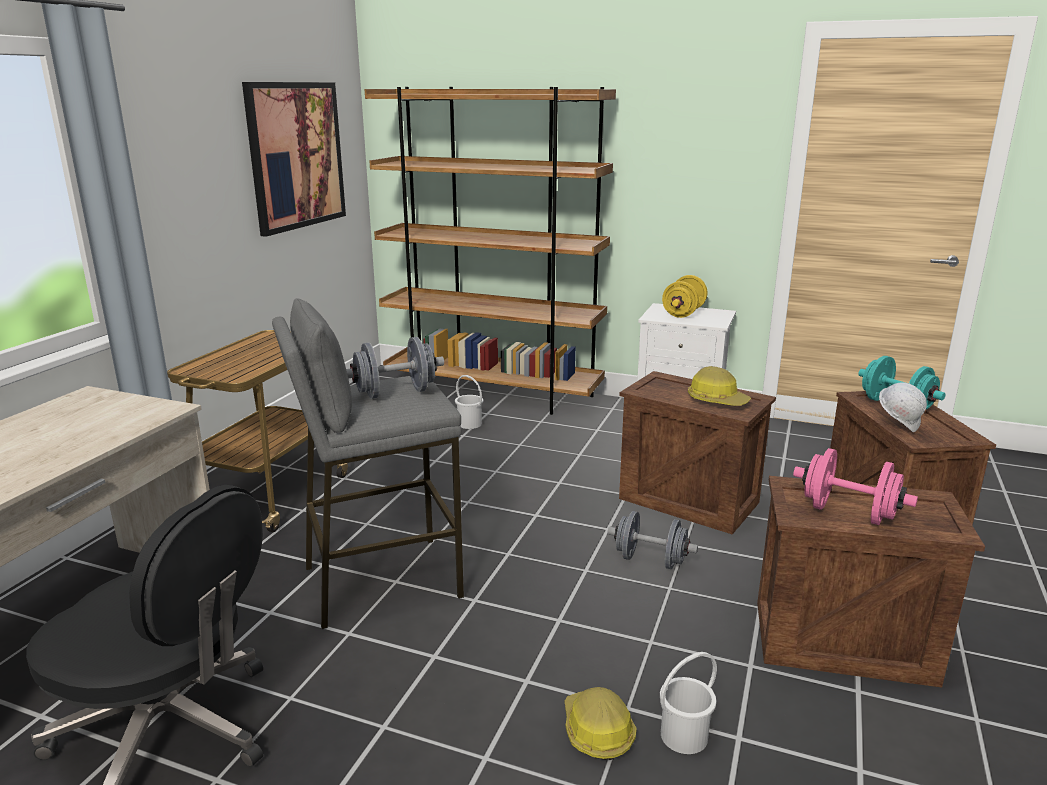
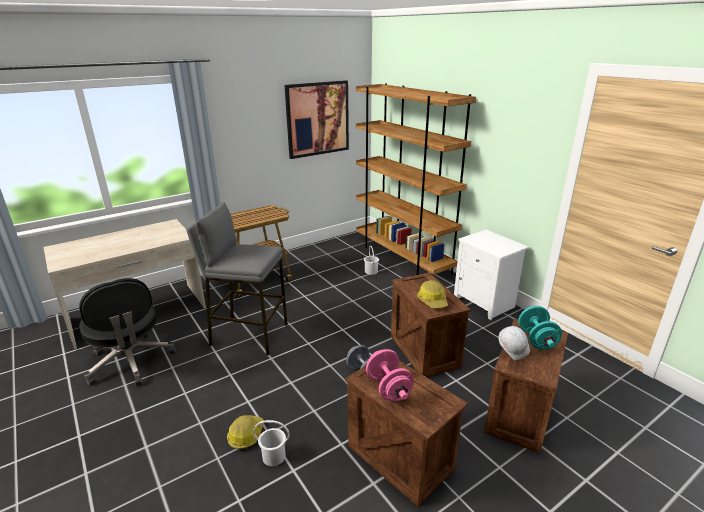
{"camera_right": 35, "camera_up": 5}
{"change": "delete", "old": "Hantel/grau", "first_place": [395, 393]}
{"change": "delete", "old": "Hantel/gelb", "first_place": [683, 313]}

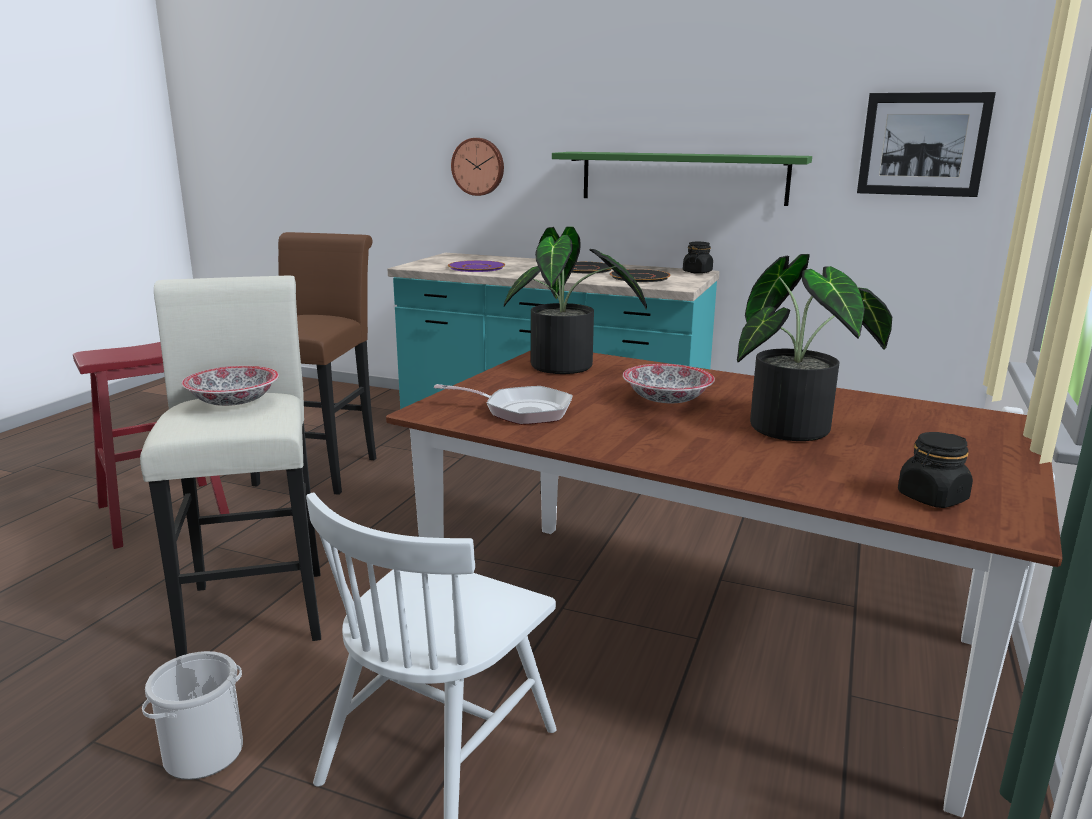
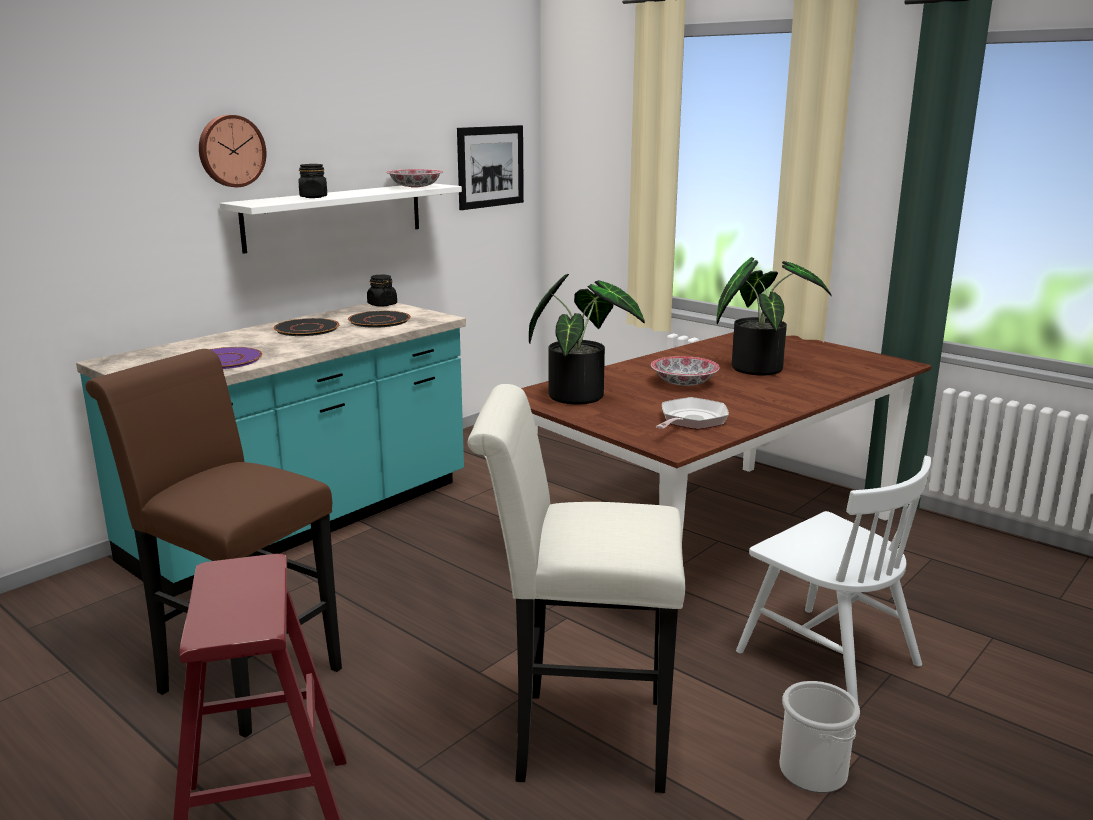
{"camera_right": -70, "camera_up": 0}
{"change": "move", "old": "Schüssel", "first_place": [234, 401], "second_place": [415, 187]}
{"change": "move", "old": "Wanduhr", "first_place": [478, 166], "second_place": [231, 151]}
{"change": "recolor", "old": "Wandregal/grün", "new": "Wandregal/weiß", "first_place": [683, 177], "second_place": [335, 216]}
{"change": "move", "old": "Vorratsglas/schwarz", "first_place": [932, 498], "second_place": [313, 197]}

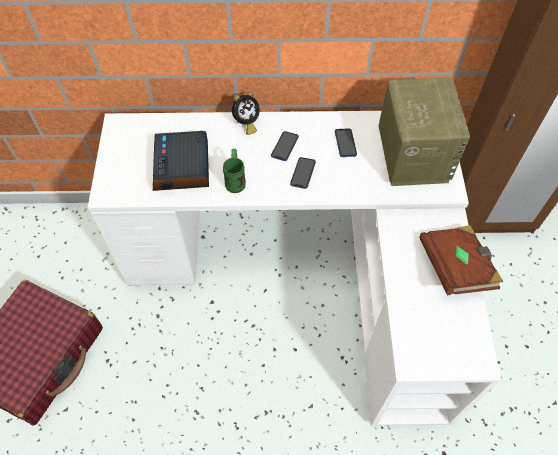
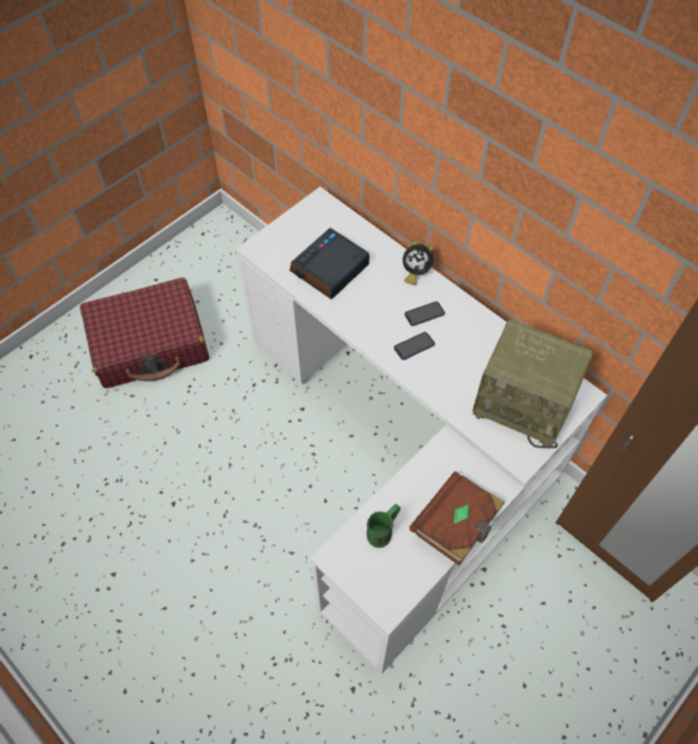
{"camera_right": 45, "camera_up": 0}
{"change": "move", "old": "Henkelbecher/grün", "first_place": [235, 180], "second_place": [383, 531]}
{"change": "delete", "old": "Handy", "first_place": [345, 143]}
{"change": "rotate", "old": "Radio", "first_place": [411, 154], "second_place": [524, 404], "degrees": 75}

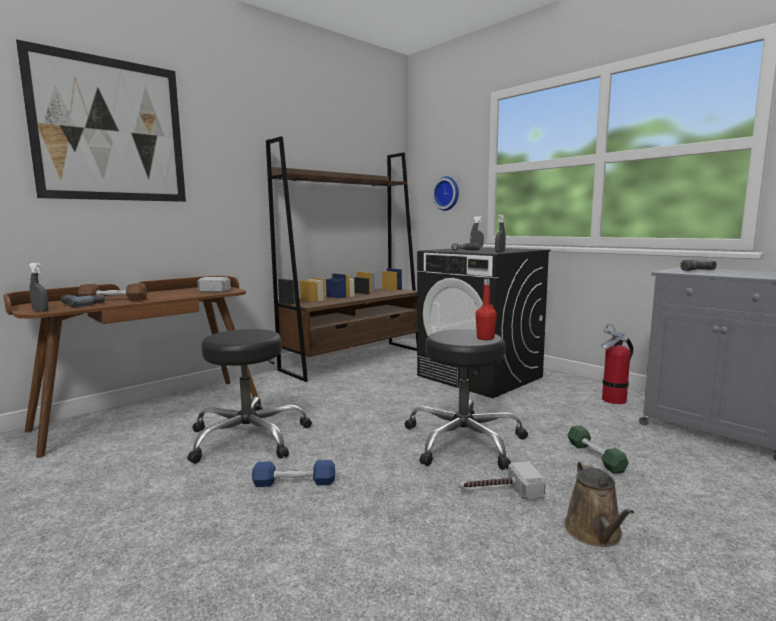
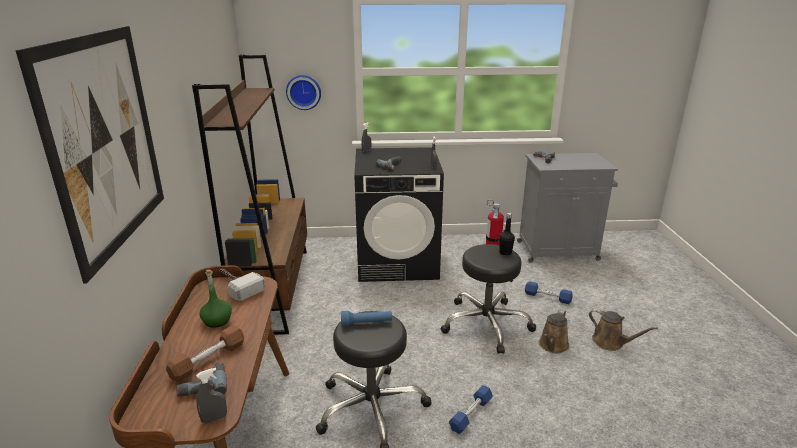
{"camera_right": -50, "camera_up": 15}
{"change": "replace", "old": "Hammer", "new": "Gießkanne/braun", "first_place": [498, 491], "second_place": [552, 346]}
{"change": "recolor", "old": "Flasche/rot", "new": "Flasche/schwarz", "first_place": [485, 338], "second_place": [505, 253]}
{"change": "recolor", "old": "Hantel/grün", "new": "Hantel/blau", "first_place": [595, 456], "second_place": [547, 297]}
{"change": "insert", "new": "Flasche/grün", "second_place": [217, 321]}
{"change": "insert", "new": "Taschenlampe/blau", "second_place": [366, 323]}

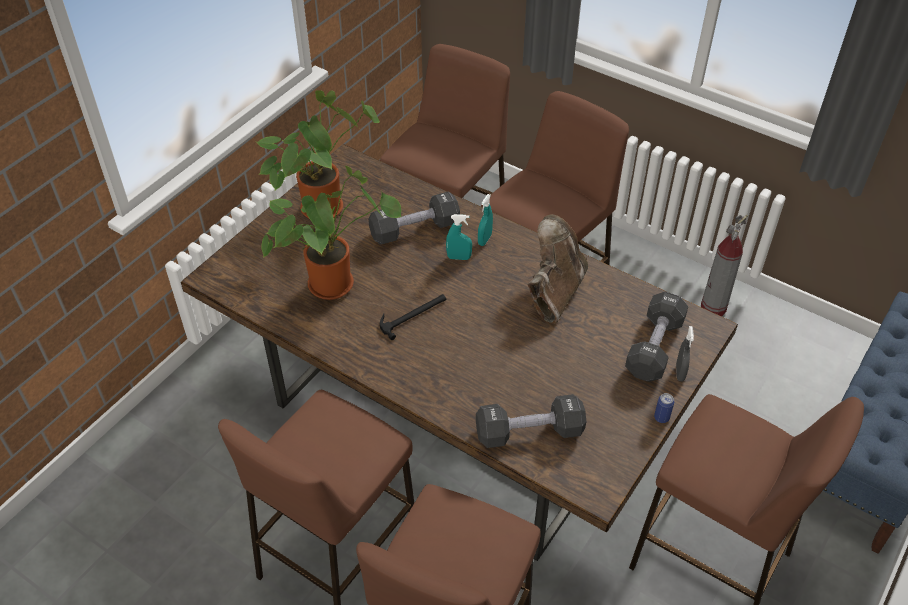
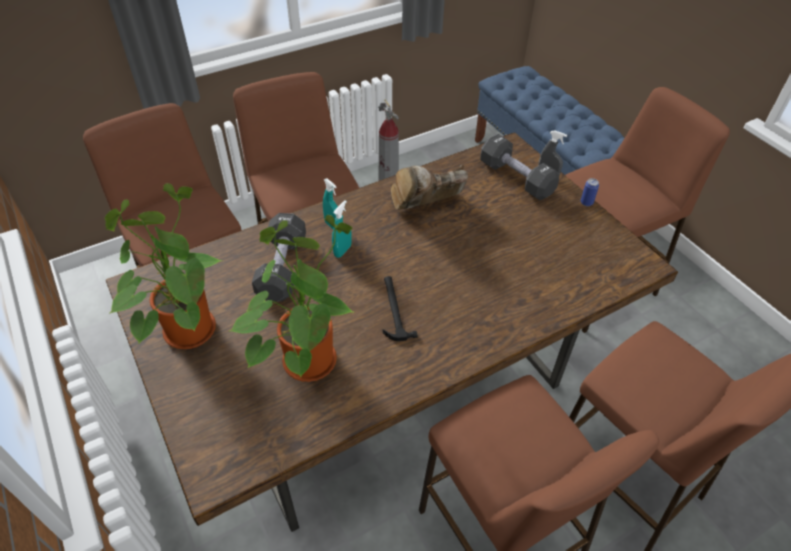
{"camera_right": -65, "camera_up": 0}
{"change": "delete", "old": "Hantel/schwarz", "first_place": [529, 432]}
{"change": "rotate", "old": "Stiefel/braun", "first_place": [554, 292], "second_place": [426, 208], "degrees": -75}

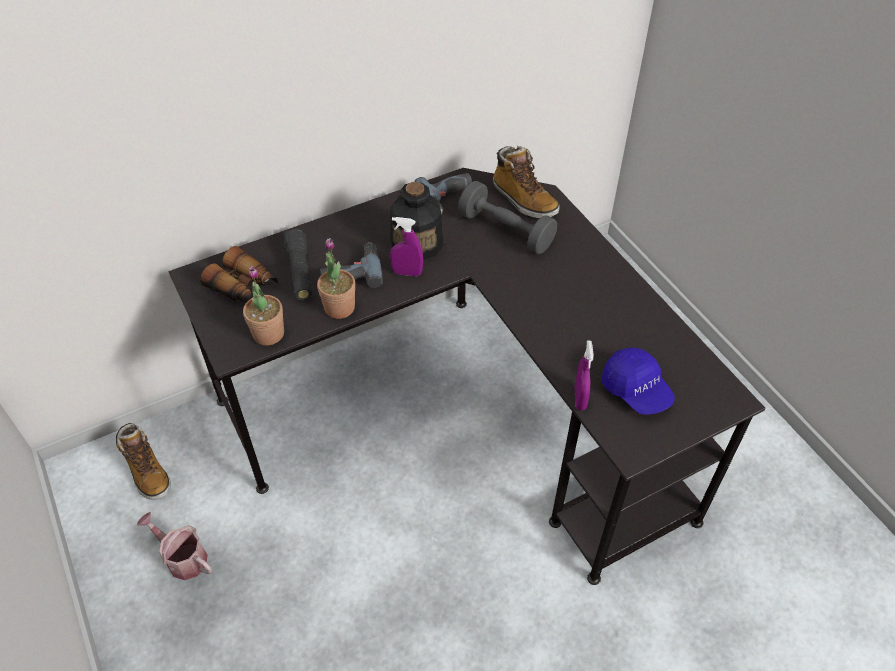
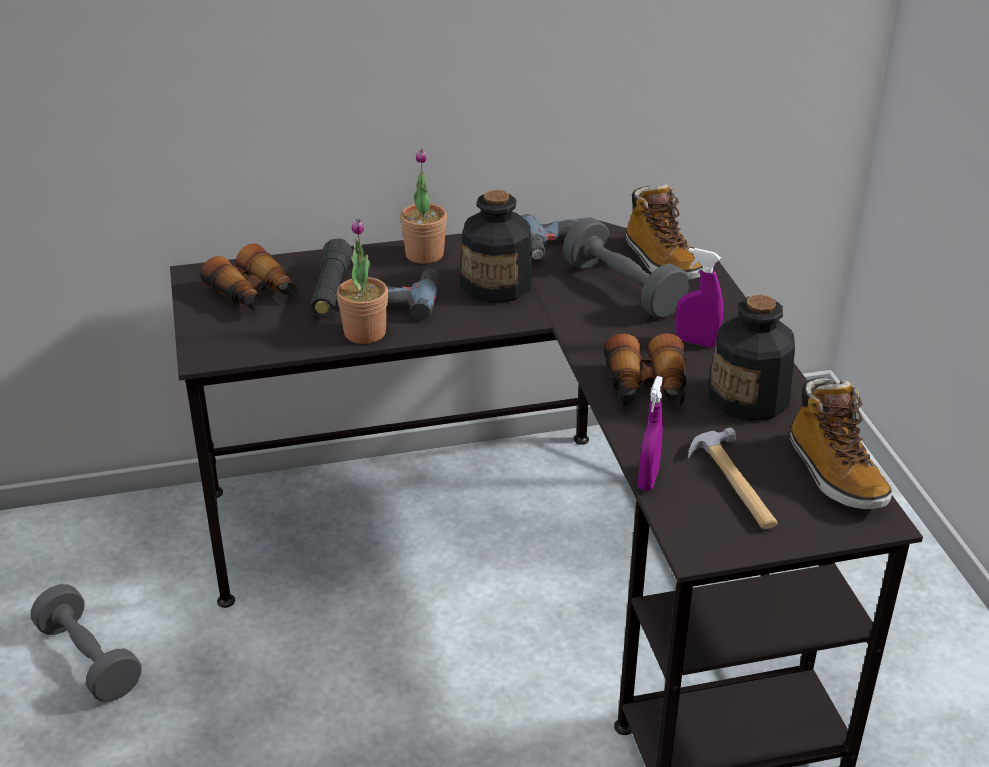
{"camera_right": 15, "camera_up": -15}
{"change": "move", "old": "Stiefel", "first_place": [147, 472], "second_place": [834, 474]}
{"change": "replace", "old": "Gießkanne", "new": "Hantel/grau", "first_place": [183, 558], "second_place": [89, 659]}
{"change": "move", "old": "Topfpflanze", "first_place": [268, 333], "second_place": [424, 254]}
{"change": "move", "old": "Sprühflasche/lila", "first_place": [407, 273], "second_place": [696, 342]}
{"change": "replace", "old": "Kappe/blau", "new": "Hammer", "first_place": [636, 390], "second_place": [734, 483]}
{"change": "insert", "new": "Fernglas", "second_place": [646, 388]}
{"change": "insert", "new": "Flasche", "second_place": [749, 398]}

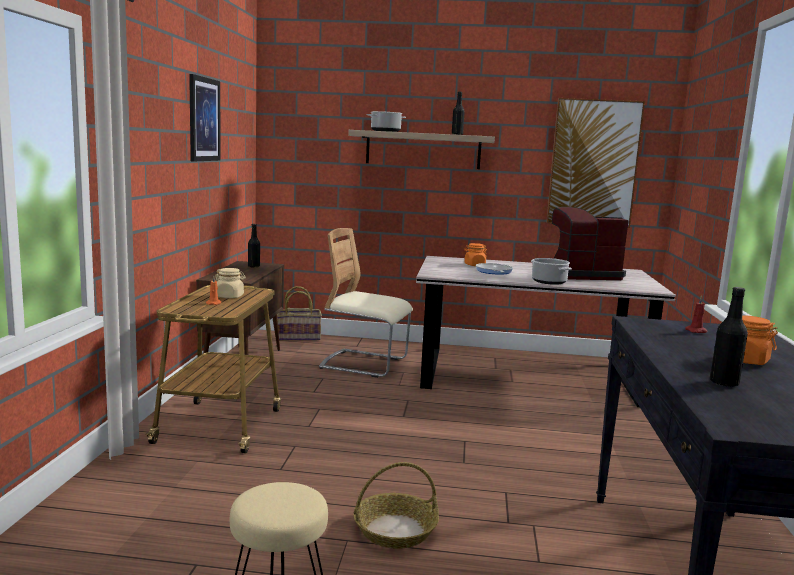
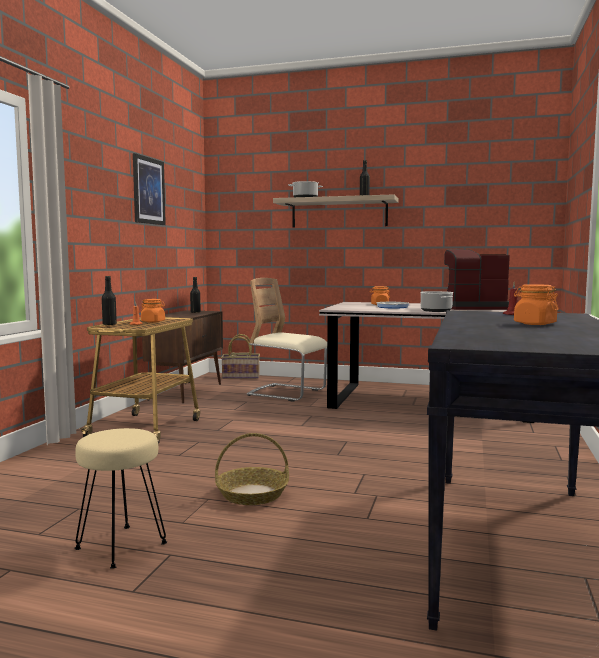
{"camera_right": 10, "camera_up": -5}
{"change": "recolor", "old": "Vorratsglas/beige", "new": "Vorratsglas/orange", "first_place": [229, 296], "second_place": [153, 321]}
{"change": "delete", "old": "Bild", "first_place": [593, 163]}
{"change": "move", "old": "Flasche/schwarz", "first_place": [724, 383], "second_place": [109, 324]}

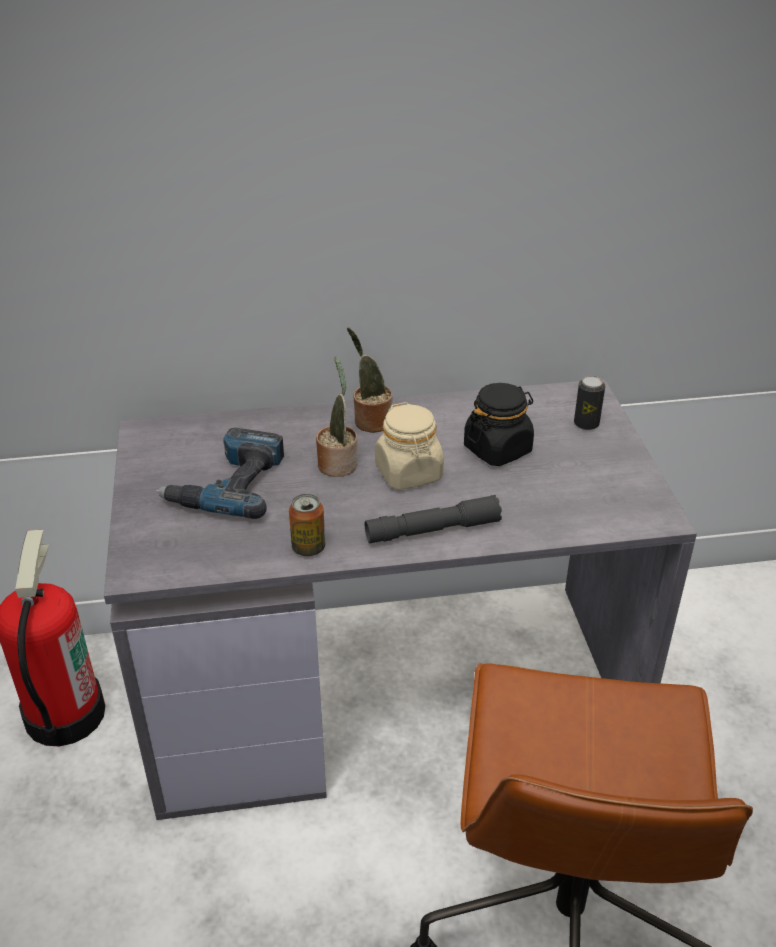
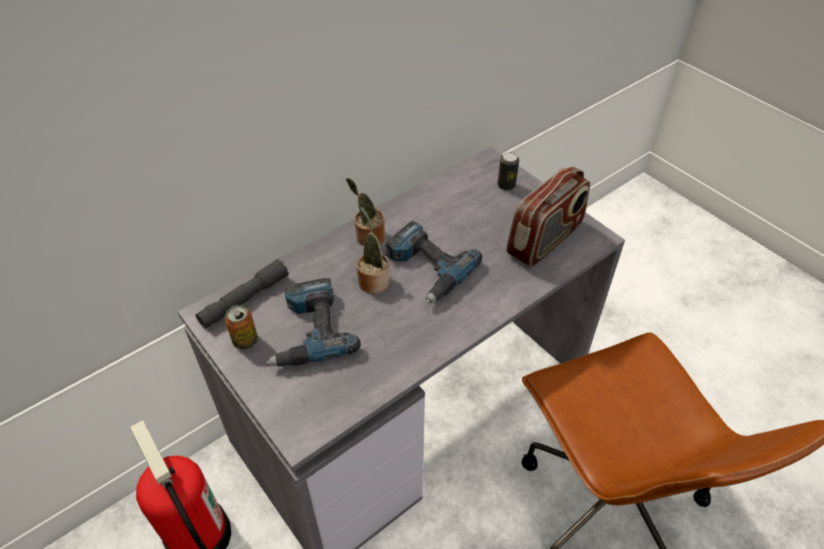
{"camera_right": -30, "camera_up": 10}
{"change": "move", "old": "Dose", "first_place": [308, 547], "second_place": [245, 341]}
{"change": "move", "old": "Taschenlampe/grau", "first_place": [432, 530], "second_place": [244, 300]}
{"change": "replace", "old": "Vorratsglas/beige", "new": "Bohrmaschine", "first_place": [409, 473], "second_place": [426, 268]}
{"change": "delete", "old": "Vorratsglas/schwarz", "first_place": [497, 449]}
{"change": "insert", "new": "Radio", "second_place": [545, 240]}

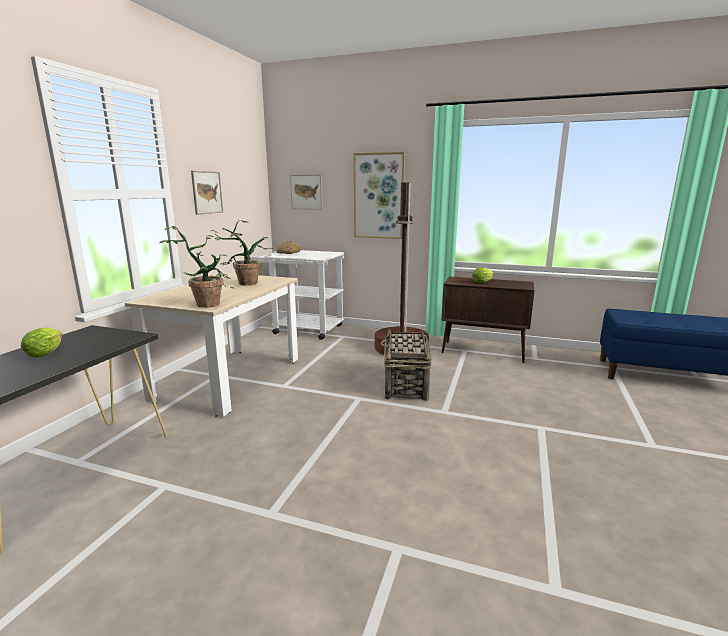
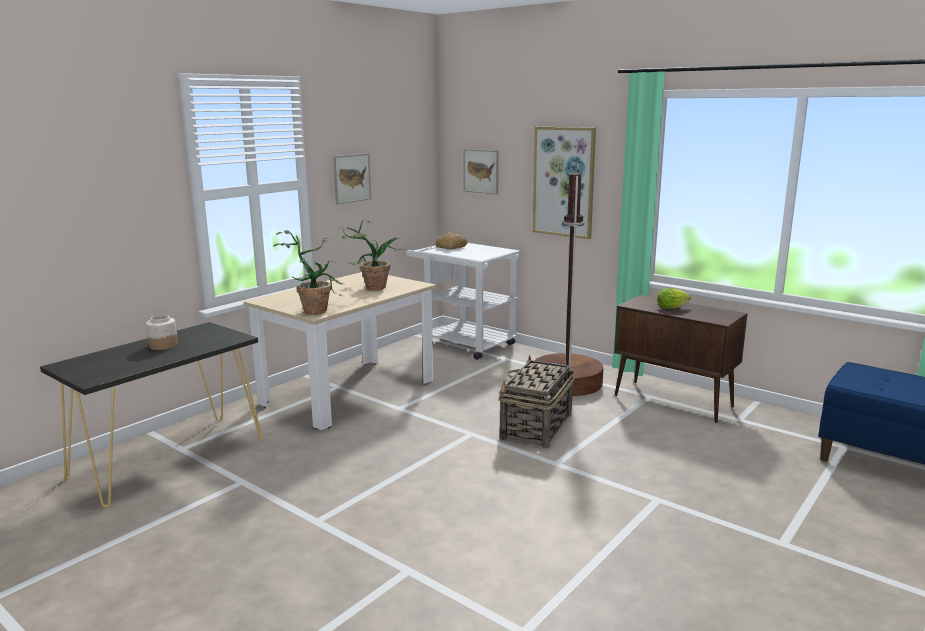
{"camera_right": 20, "camera_up": 0}
{"change": "replace", "old": "Salatkopf", "new": "Vorratsglas", "first_place": [47, 352], "second_place": [163, 345]}

